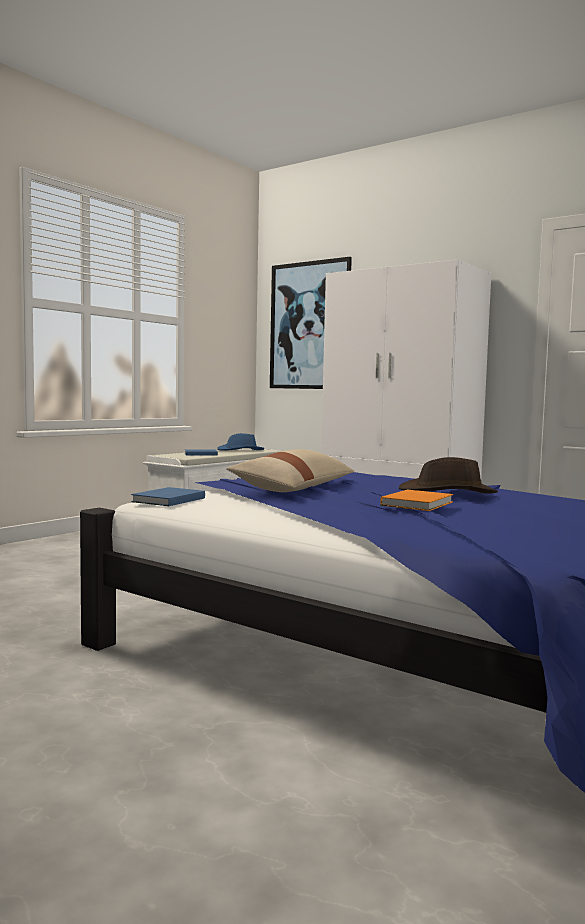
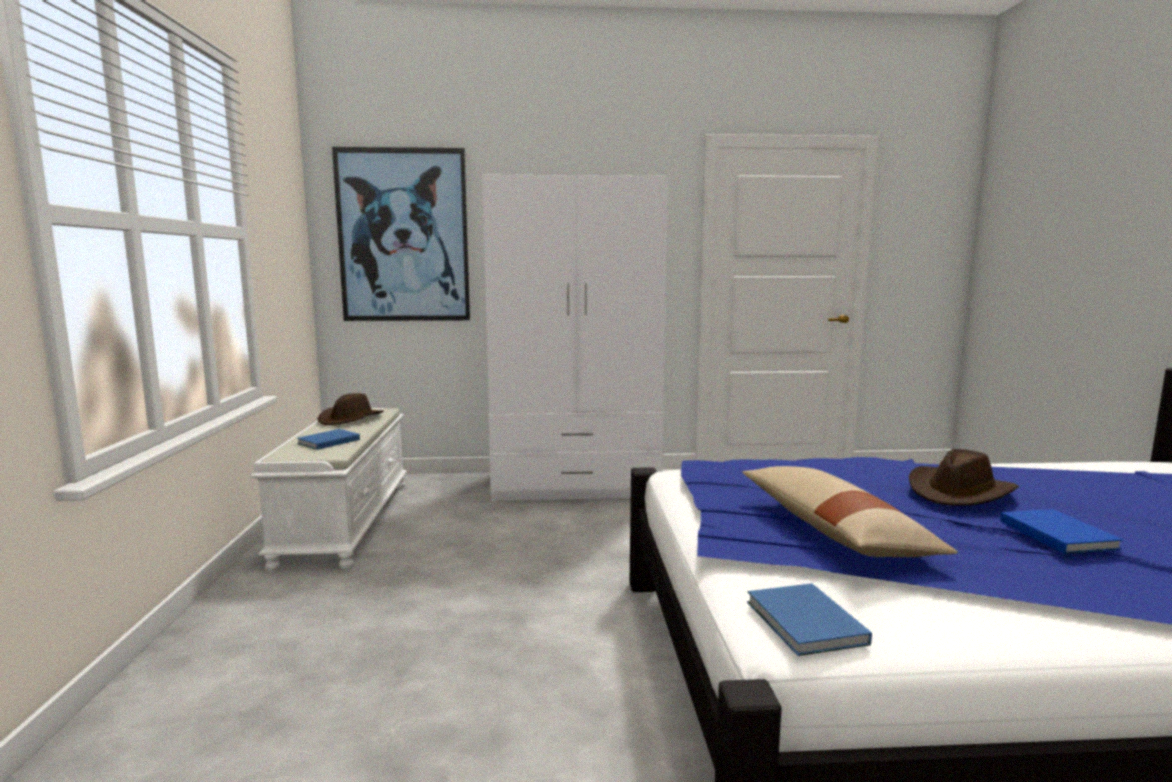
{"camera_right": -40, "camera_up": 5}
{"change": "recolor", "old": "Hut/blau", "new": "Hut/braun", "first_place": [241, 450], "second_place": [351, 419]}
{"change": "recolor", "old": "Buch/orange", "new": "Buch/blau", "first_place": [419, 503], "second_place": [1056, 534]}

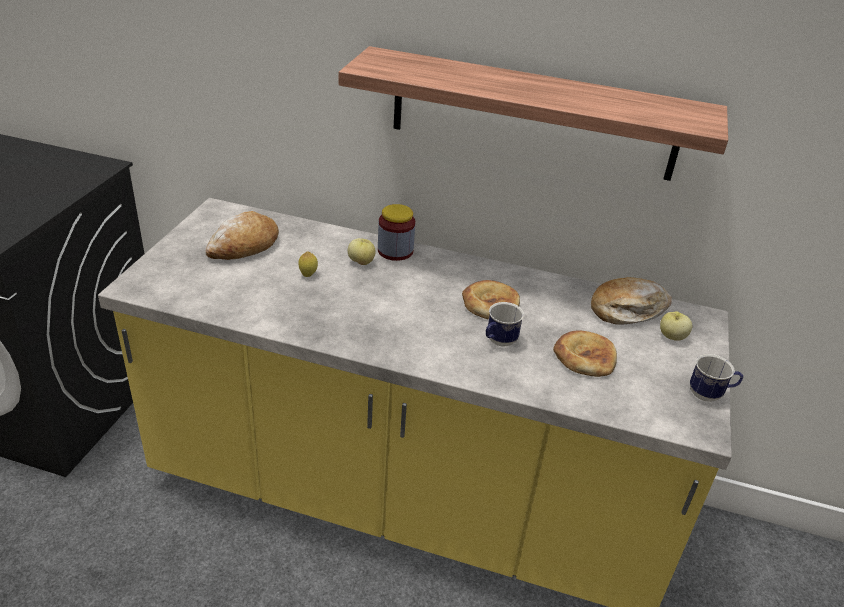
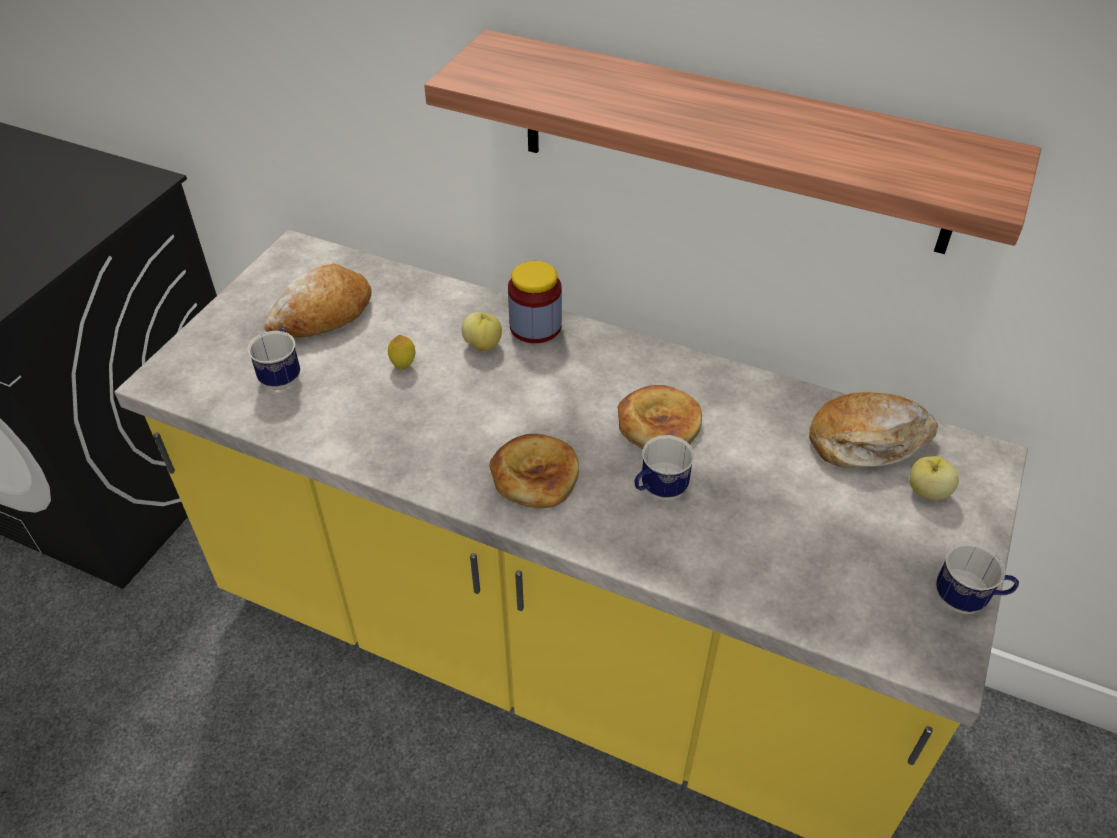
{"camera_right": 10, "camera_up": 10}
{"change": "move", "old": "Brot", "first_place": [584, 357], "second_place": [535, 475]}
{"change": "insert", "new": "Henkelbecher", "second_place": [283, 376]}

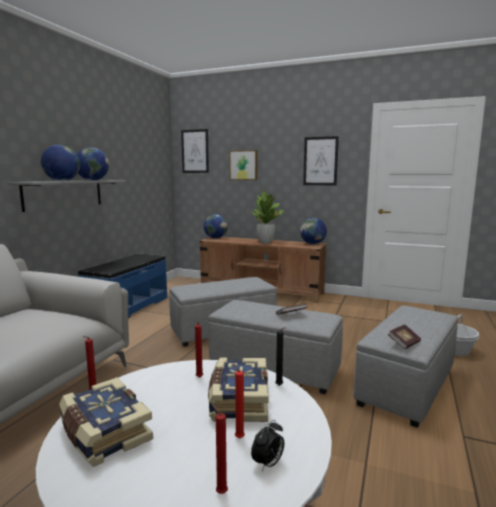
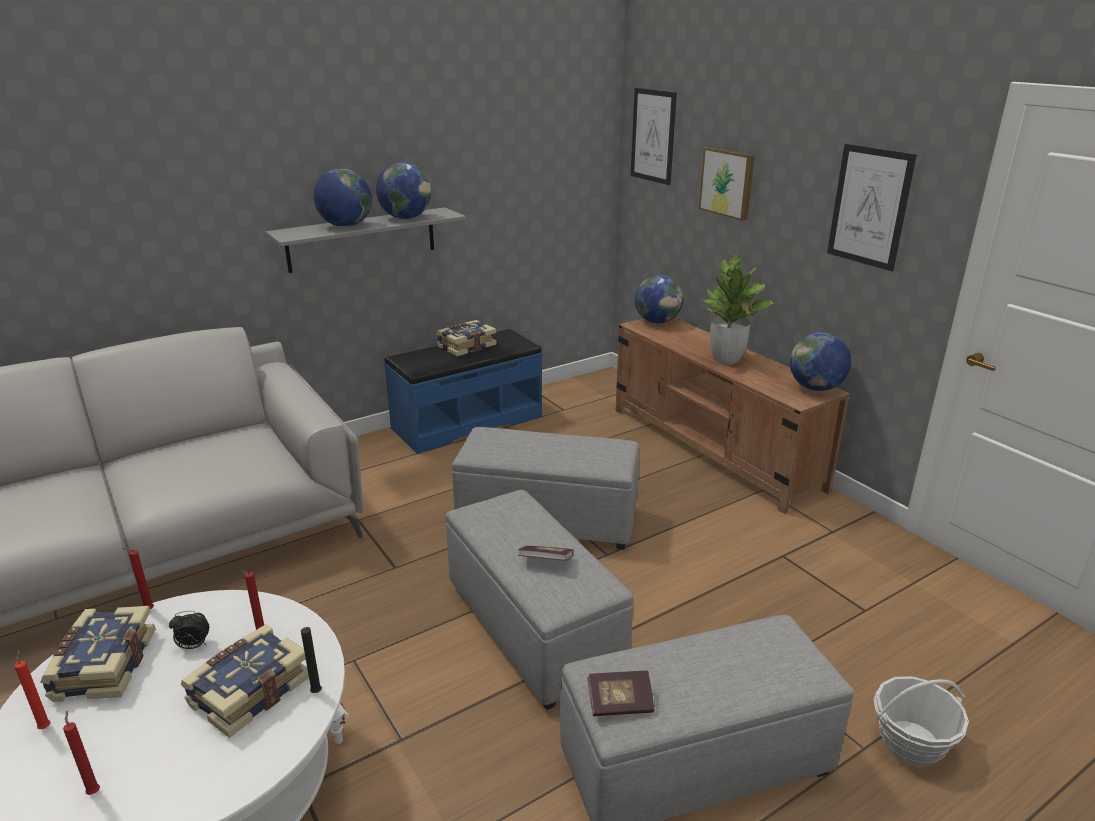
{"camera_right": 35, "camera_up": 15}
{"change": "move", "old": "Kerze/rot", "first_place": [238, 437], "second_place": [45, 726]}
{"change": "move", "old": "Wecker", "first_place": [268, 464], "second_place": [193, 646]}
{"change": "insert", "new": "Buch", "second_place": [466, 346]}

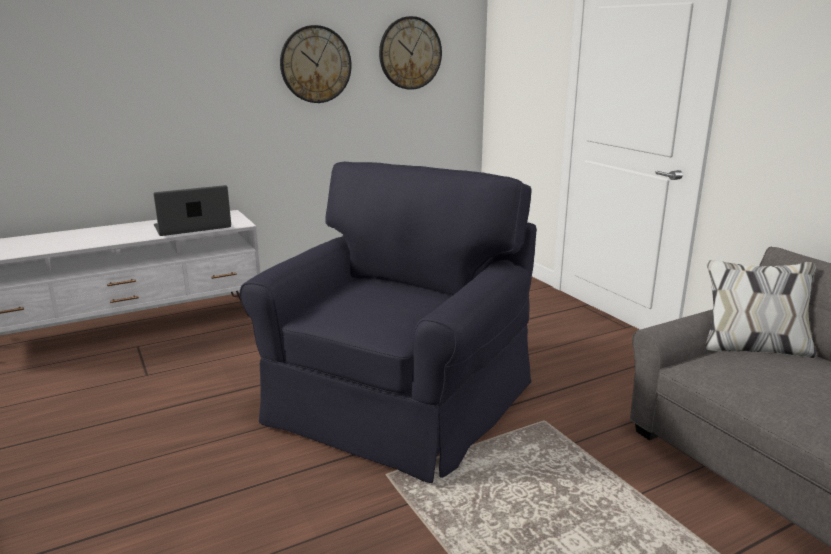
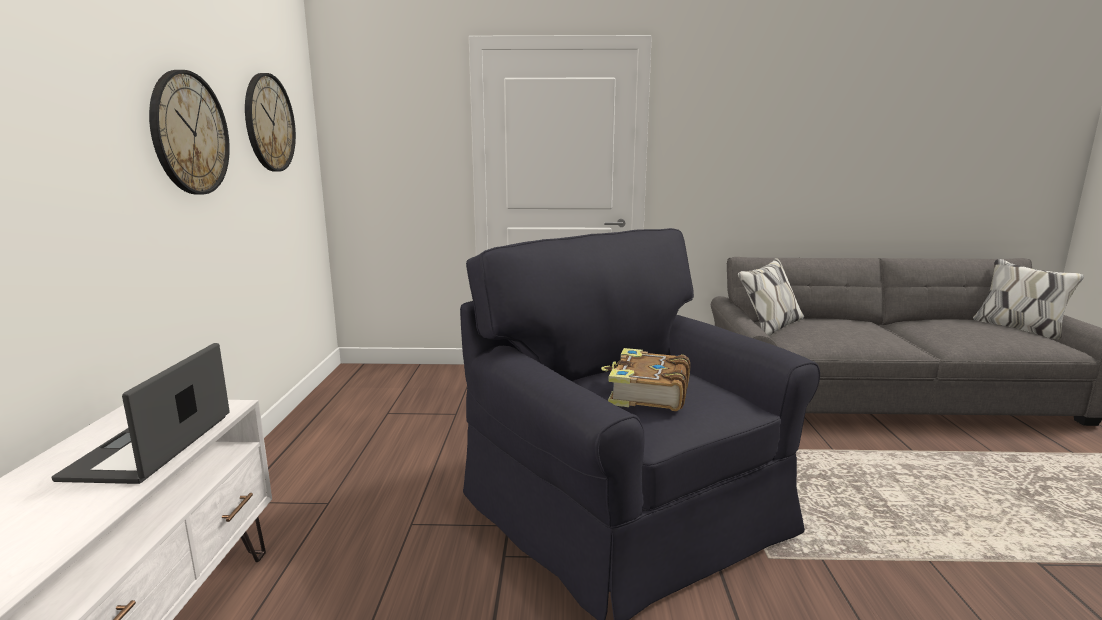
{"camera_right": -60, "camera_up": -5}
{"change": "insert", "new": "Buch", "second_place": [647, 393]}

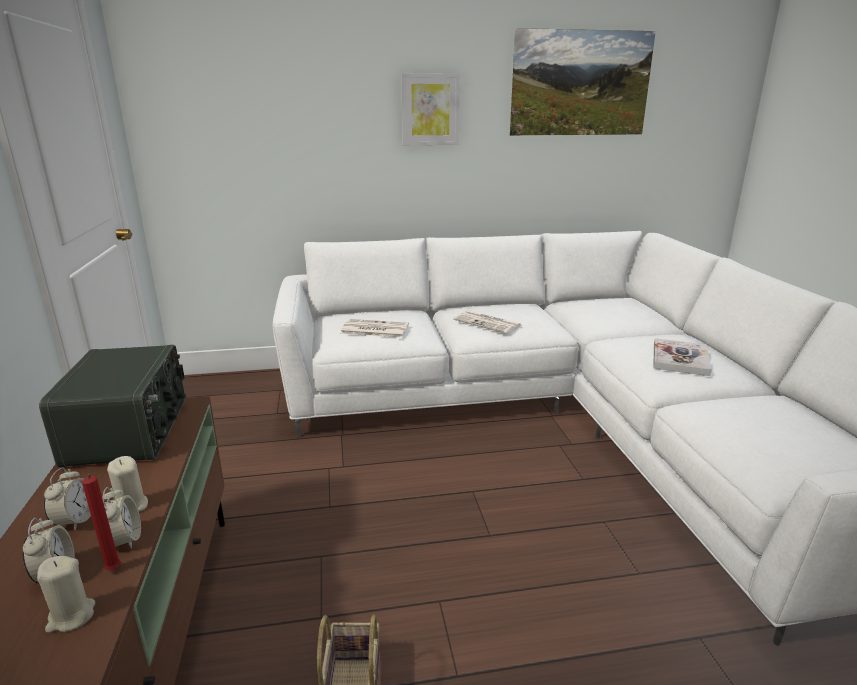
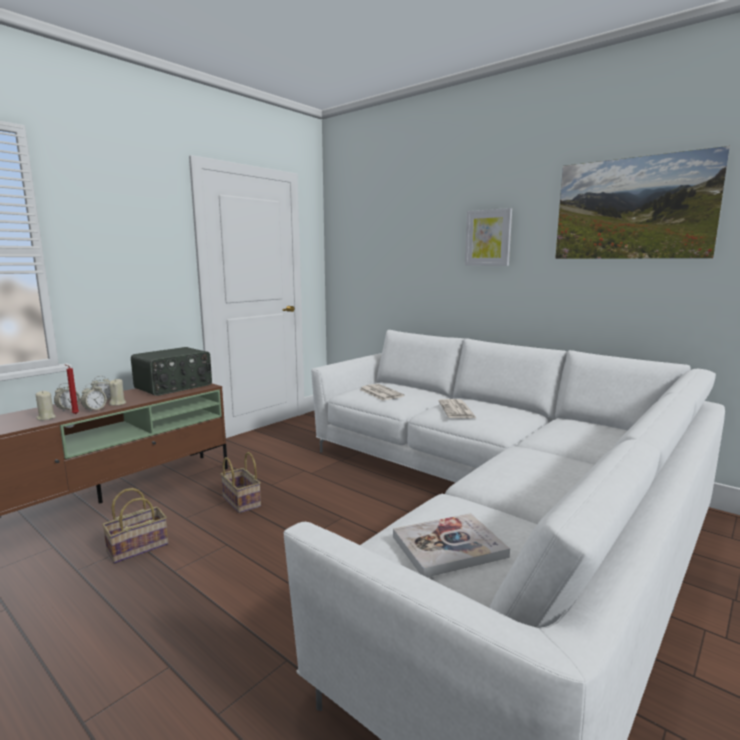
{"camera_right": 50, "camera_up": -10}
{"change": "move", "old": "Buch", "first_place": [680, 359], "second_place": [449, 547]}
{"change": "insert", "new": "Korb", "second_place": [240, 501]}

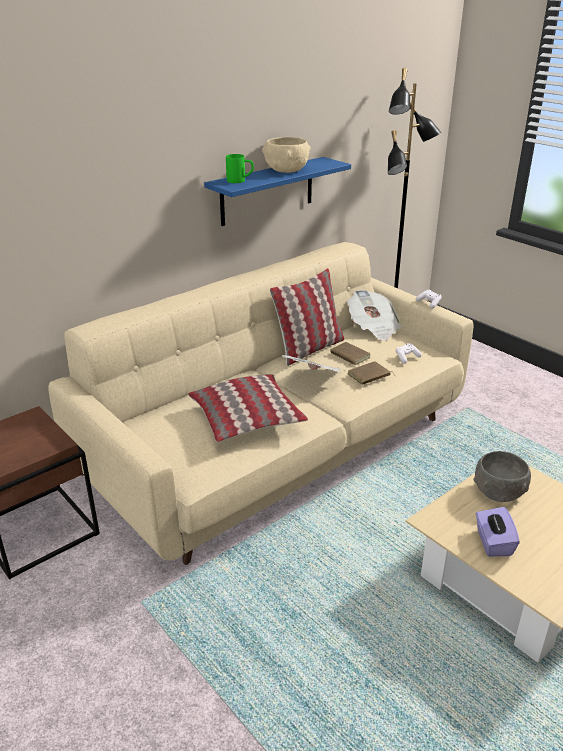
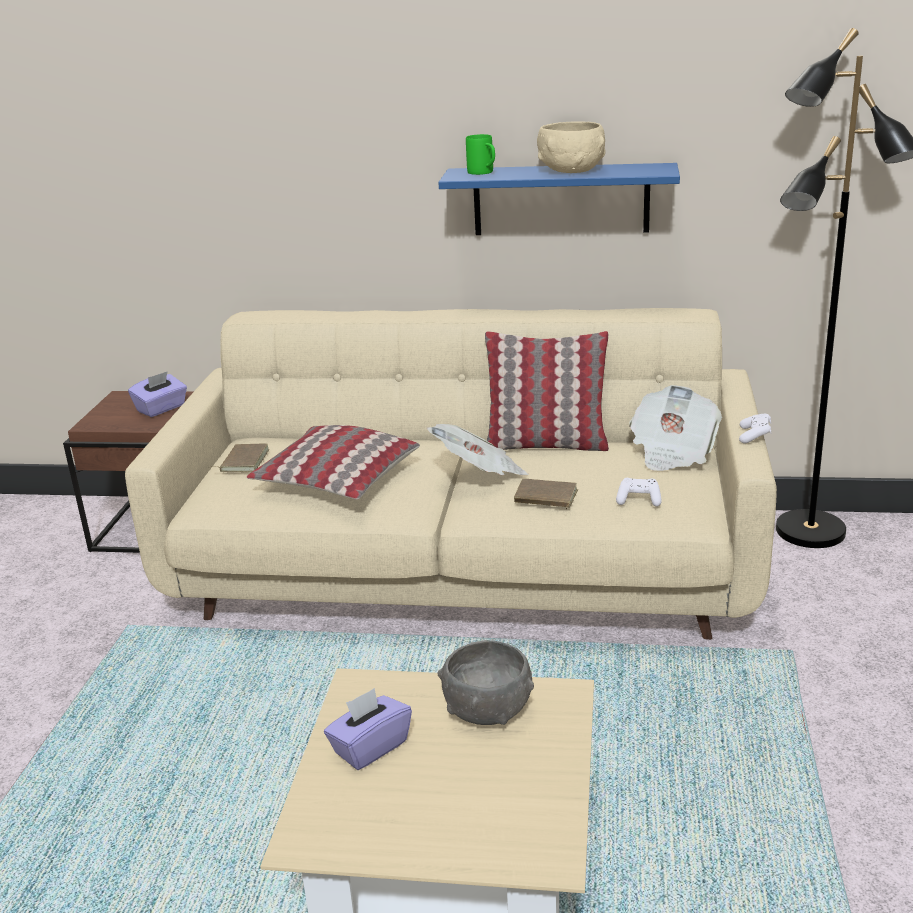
{"camera_right": 50, "camera_up": -5}
{"change": "move", "old": "Buch/braun", "first_place": [349, 356], "second_place": [243, 461]}
{"change": "insert", "new": "Taschentuchbox/lila", "second_place": [161, 409]}

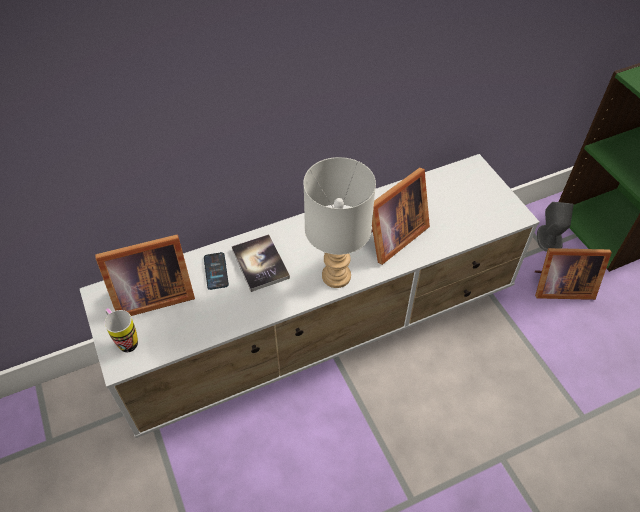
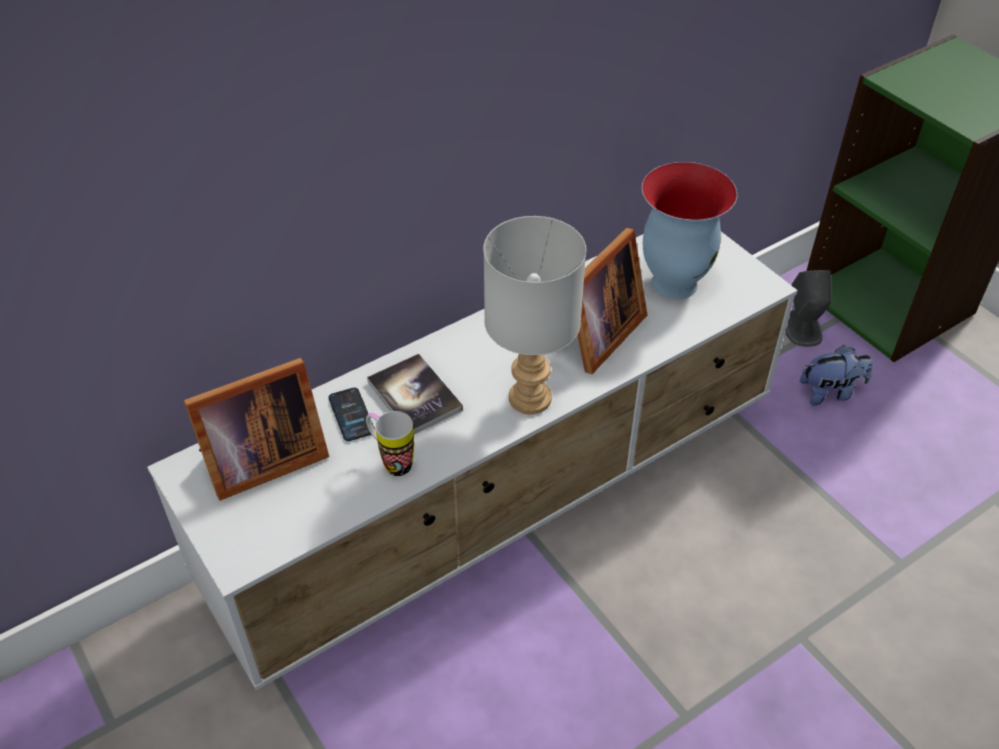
{"camera_right": -10, "camera_up": -5}
{"change": "move", "old": "Henkelbecher", "first_place": [125, 340], "second_place": [391, 461]}
{"change": "replace", "old": "Bilderrahmen", "new": "Plüschtier", "first_place": [559, 287], "second_place": [830, 392]}
{"change": "insert", "new": "Vase", "second_place": [673, 283]}

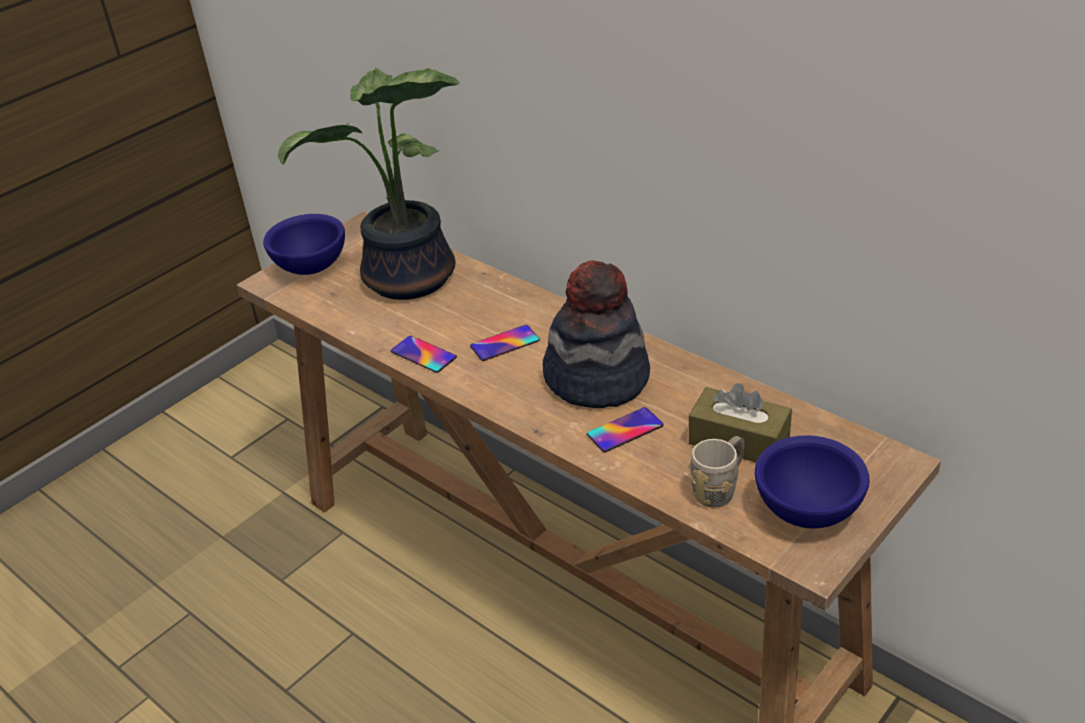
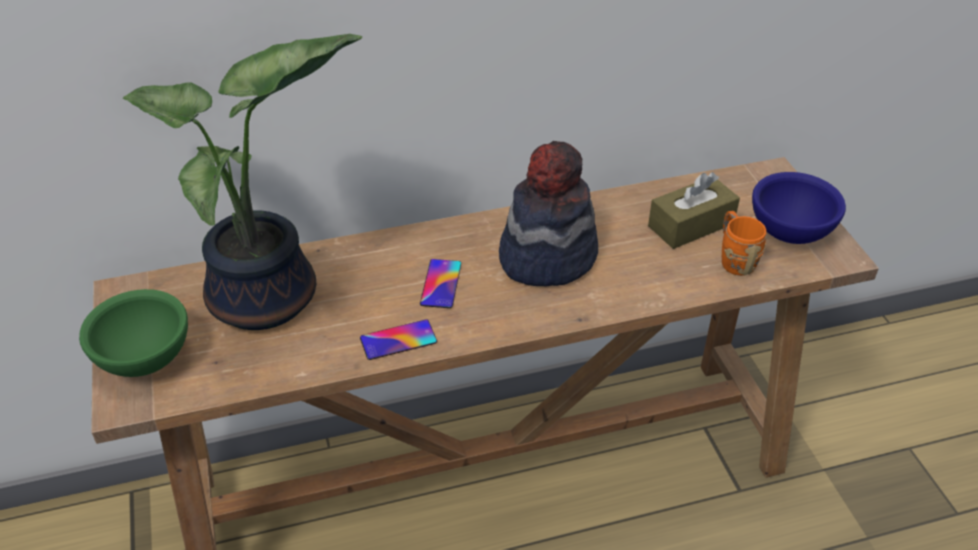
{"camera_right": -60, "camera_up": 5}
{"change": "recolor", "old": "Schüssel/blau", "new": "Schüssel/grün", "first_place": [312, 267], "second_place": [146, 358]}
{"change": "delete", "old": "Handy", "first_place": [625, 430]}
{"change": "recolor", "old": "Henkelbecher/grau", "new": "Henkelbecher/orange", "first_place": [719, 488], "second_place": [734, 259]}

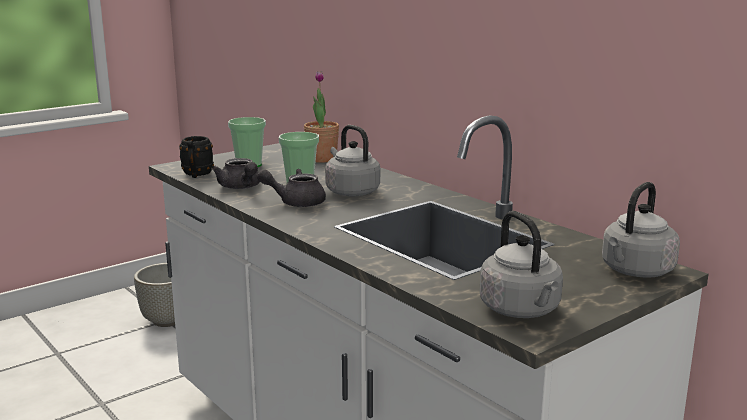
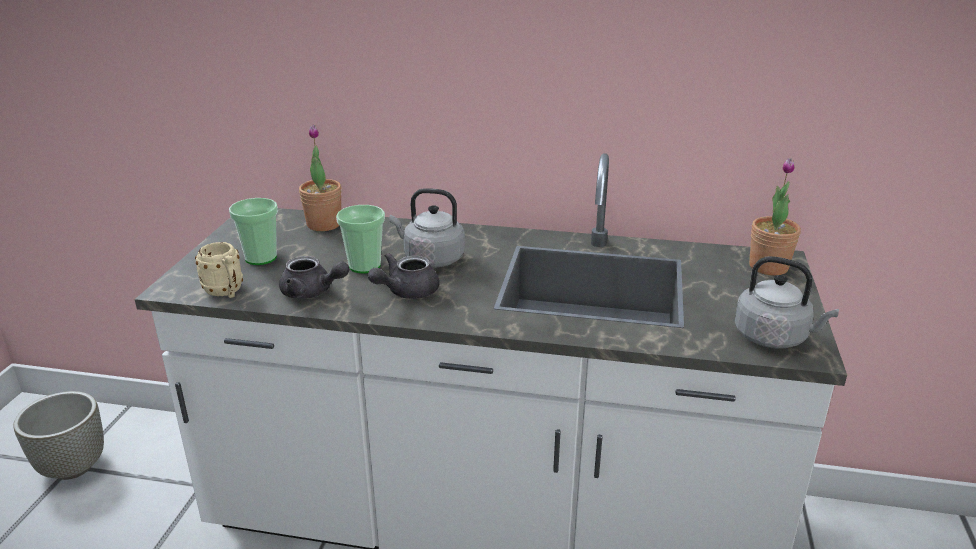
{"camera_right": -40, "camera_up": 10}
{"change": "recolor", "old": "Henkelbecher/schwarz", "new": "Henkelbecher/beige", "first_place": [196, 175], "second_place": [226, 292]}
{"change": "replace", "old": "Wasserkessel/grau", "new": "Topfpflanze", "first_place": [635, 271], "second_place": [768, 267]}

